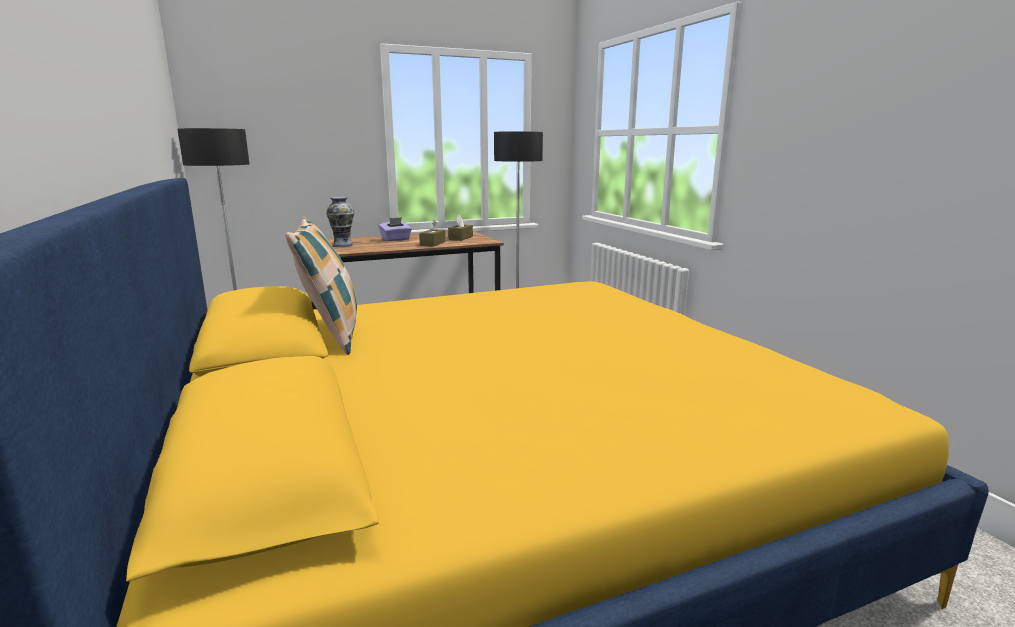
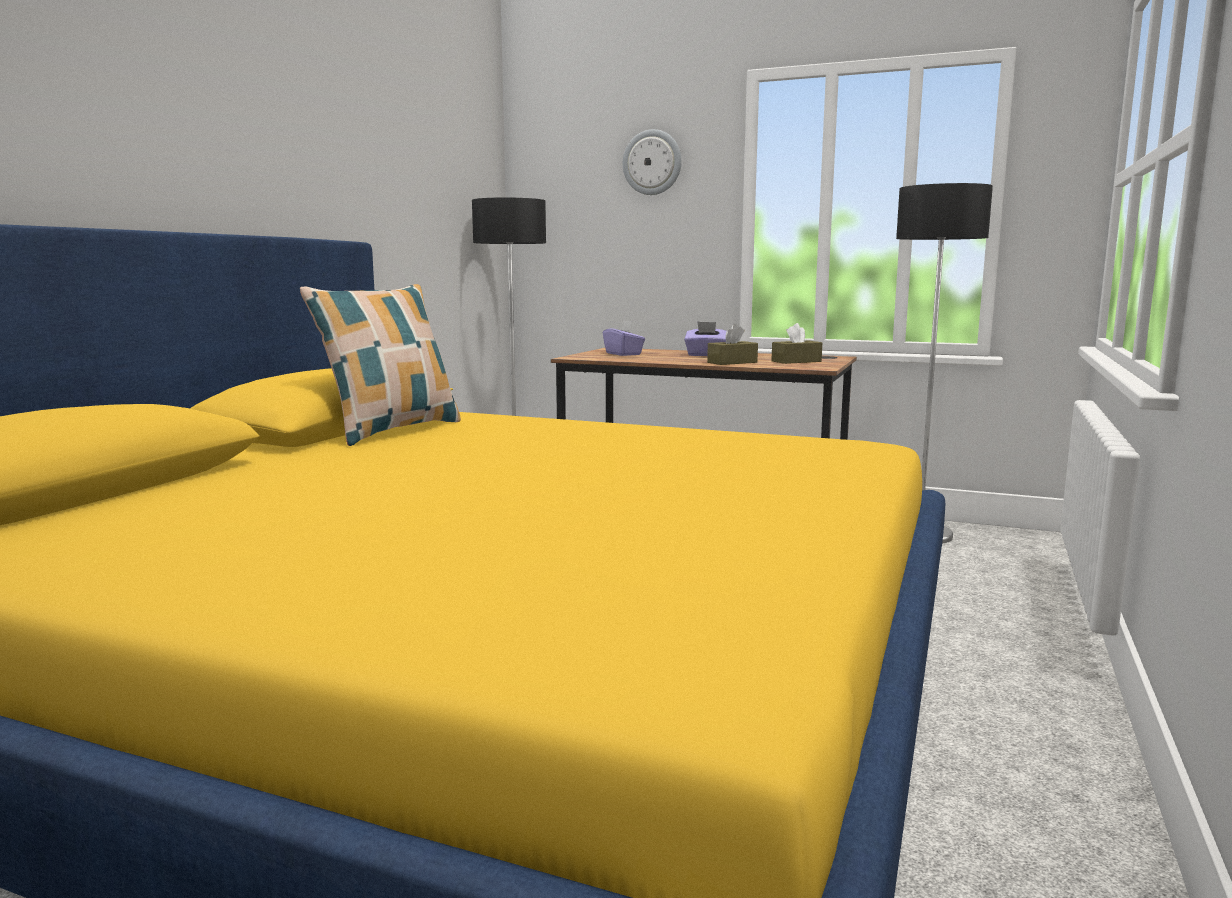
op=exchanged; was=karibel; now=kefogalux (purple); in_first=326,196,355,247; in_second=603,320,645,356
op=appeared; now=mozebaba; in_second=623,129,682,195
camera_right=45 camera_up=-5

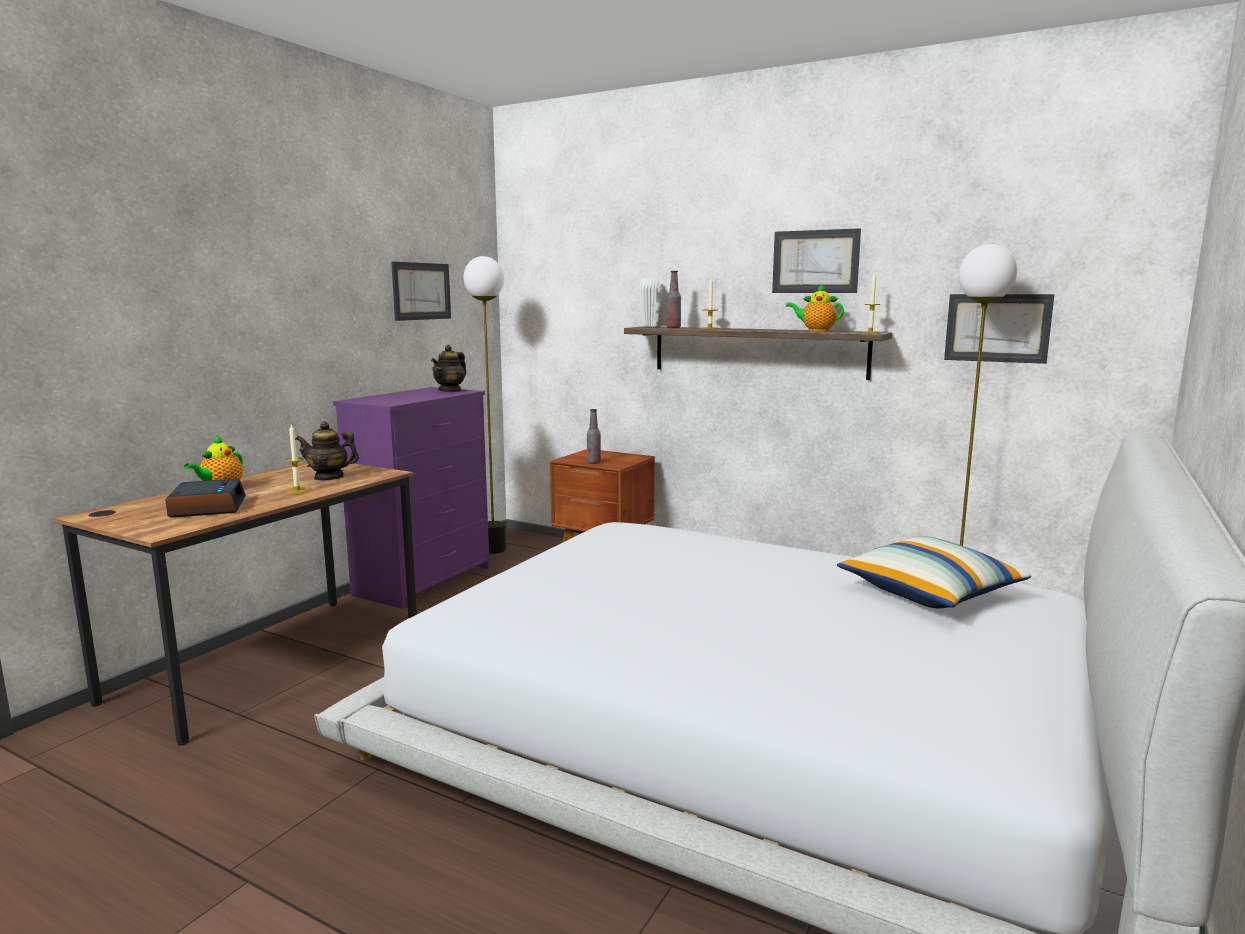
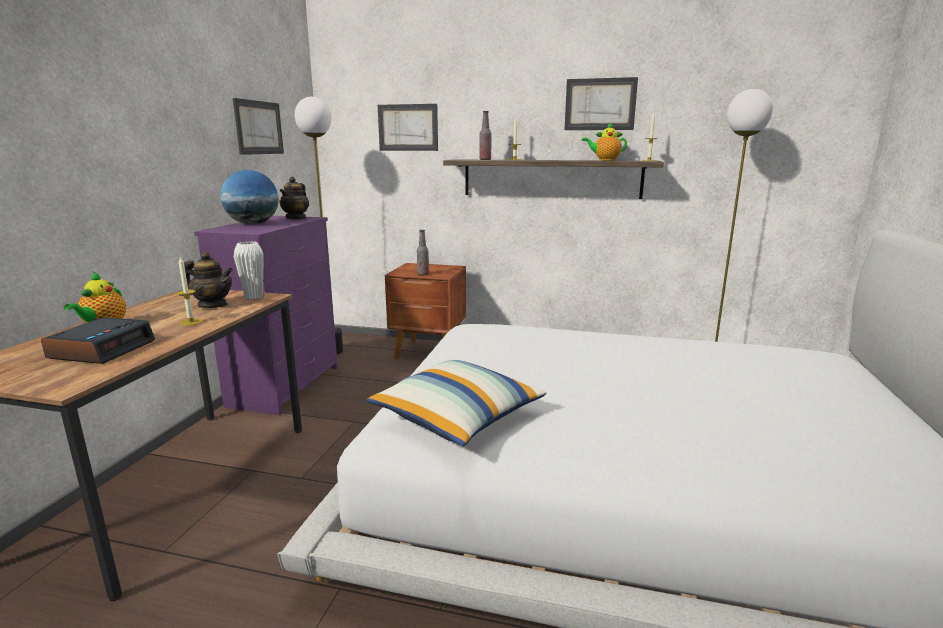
op=relocated; was=karibel (white); in_first=638,278,662,327; in_second=234,241,264,299
op=relocated; was=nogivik; in_first=944,294,1054,364; in_second=378,104,438,151
op=spun; was=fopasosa; in_first=296,421,359,481; in_second=184,252,233,308; clockwise=-150
op=spun; was=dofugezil; in_first=165,479,246,518; in_second=41,317,155,364; clockwise=45
op=relocated; was=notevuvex; in_first=837,536,1031,608; in_second=366,360,546,446
op=appeared; now=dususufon; in_second=220,170,279,225
camera_right=-15 camera_up=5

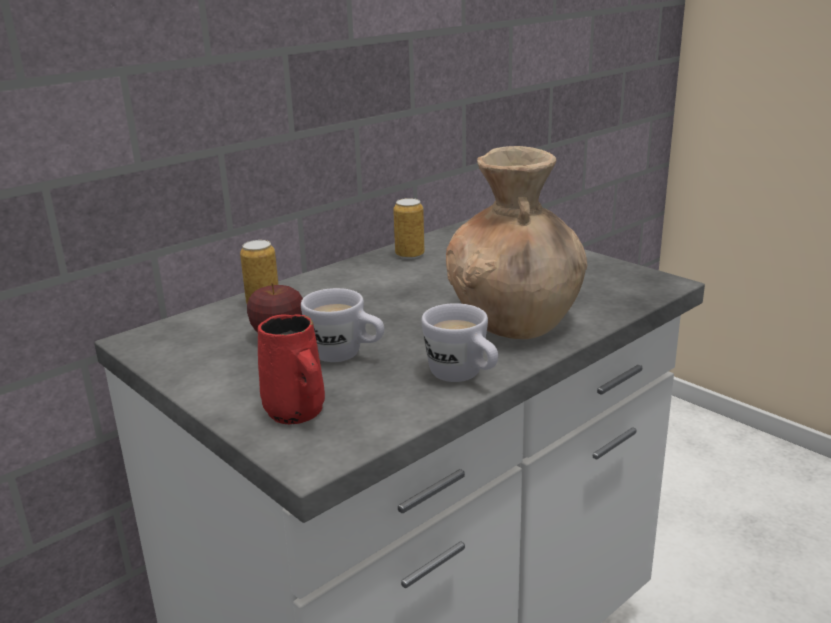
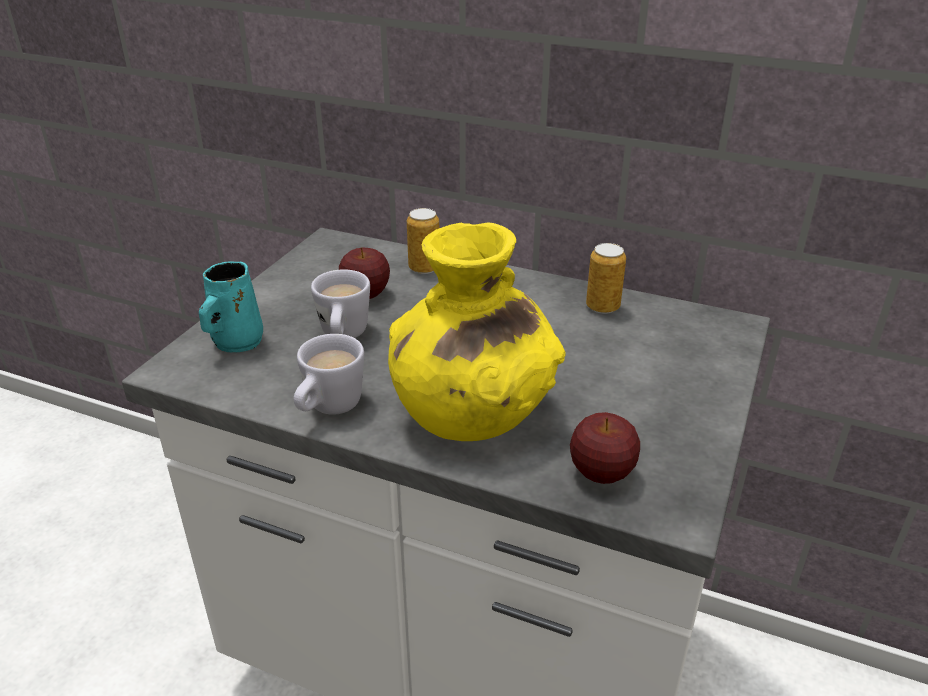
op=colour; was=karibel (brown); now=karibel (yellow); in_first=446,146,587,339; in_second=388,223,565,441
op=colour; was=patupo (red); now=patupo (turquoise); in_first=258,314,325,424; in_second=199,261,263,353
op=appeared; now=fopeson; in_second=570,412,640,484
camera_right=65 camera_up=10

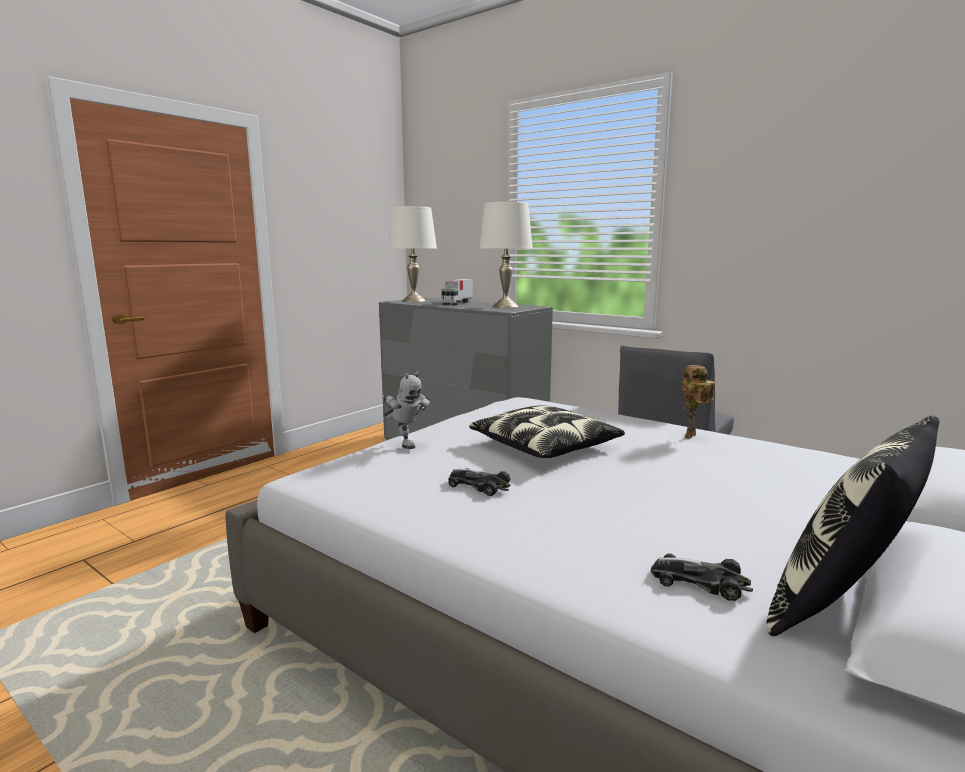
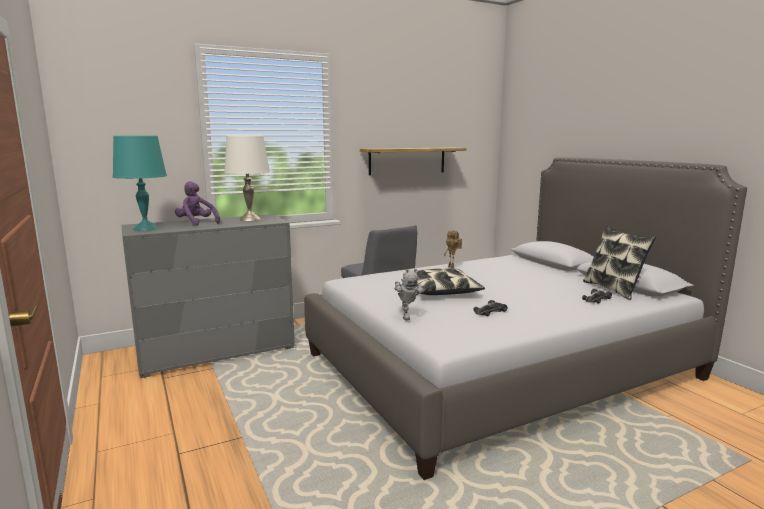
op=colour; was=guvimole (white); now=guvimole (turquoise); in_first=388,206,437,302; in_second=113,136,167,231
op=exchanged; was=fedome; now=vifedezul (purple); in_first=441,279,473,305; in_second=175,181,220,226
op=spun; was=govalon; in_first=382,372,430,449; in_second=394,268,425,321; clockwise=90
op=appeared; now=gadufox; in_second=360,147,467,175
camera_right=-65 camera_up=0

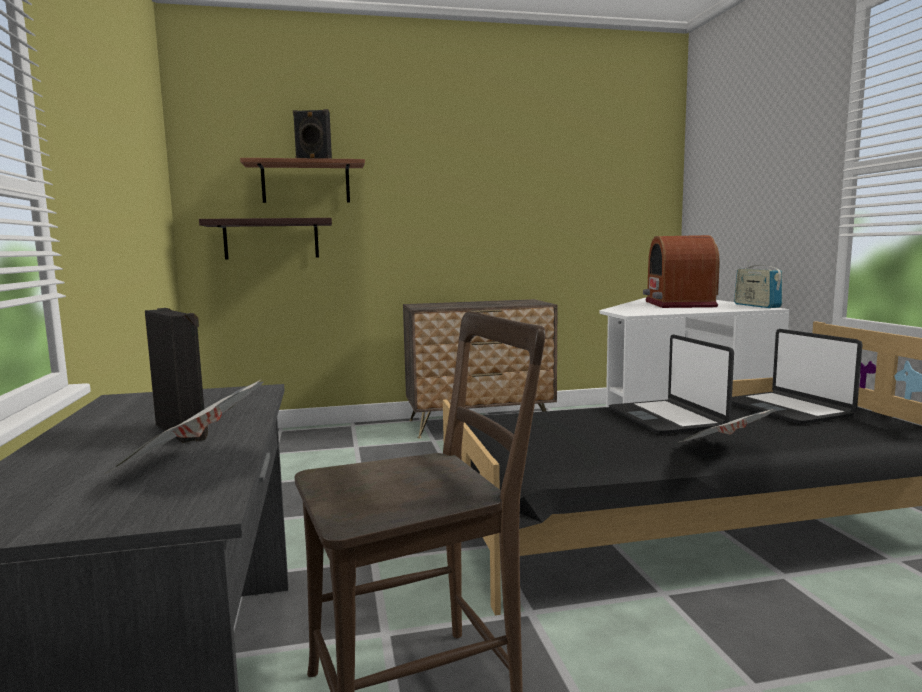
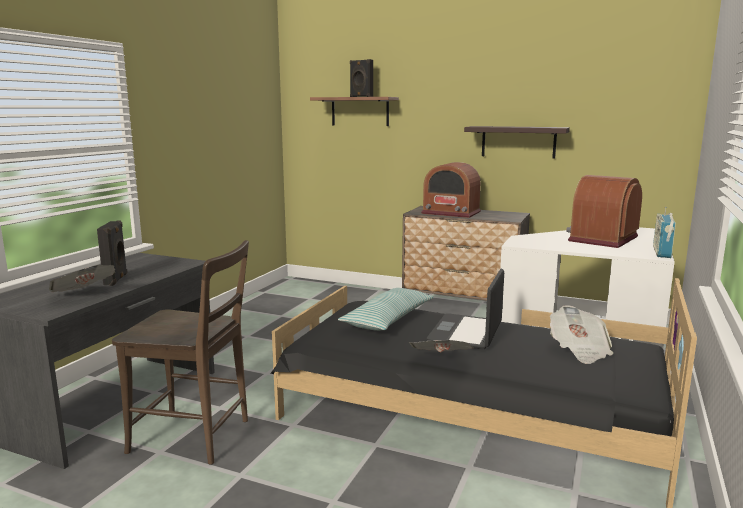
op=relocated; was=gadufox; in_first=199,218,332,259; in_second=464,126,570,159
op=exchanged; was=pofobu; now=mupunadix; in_first=732,329,863,424; in_second=550,305,613,364
op=appeared; now=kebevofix; in_second=421,162,481,218
op=appeared; now=notevuvex; in_second=338,288,434,331
camera_right=35 camera_up=5

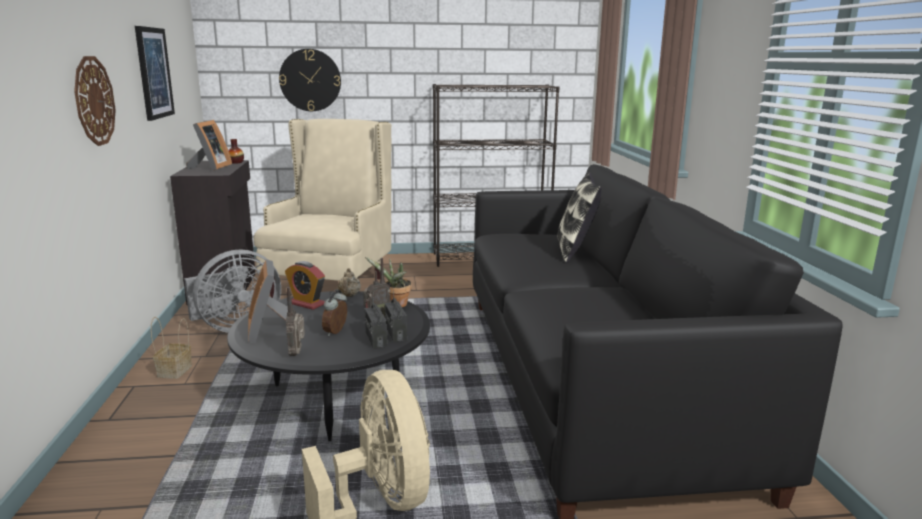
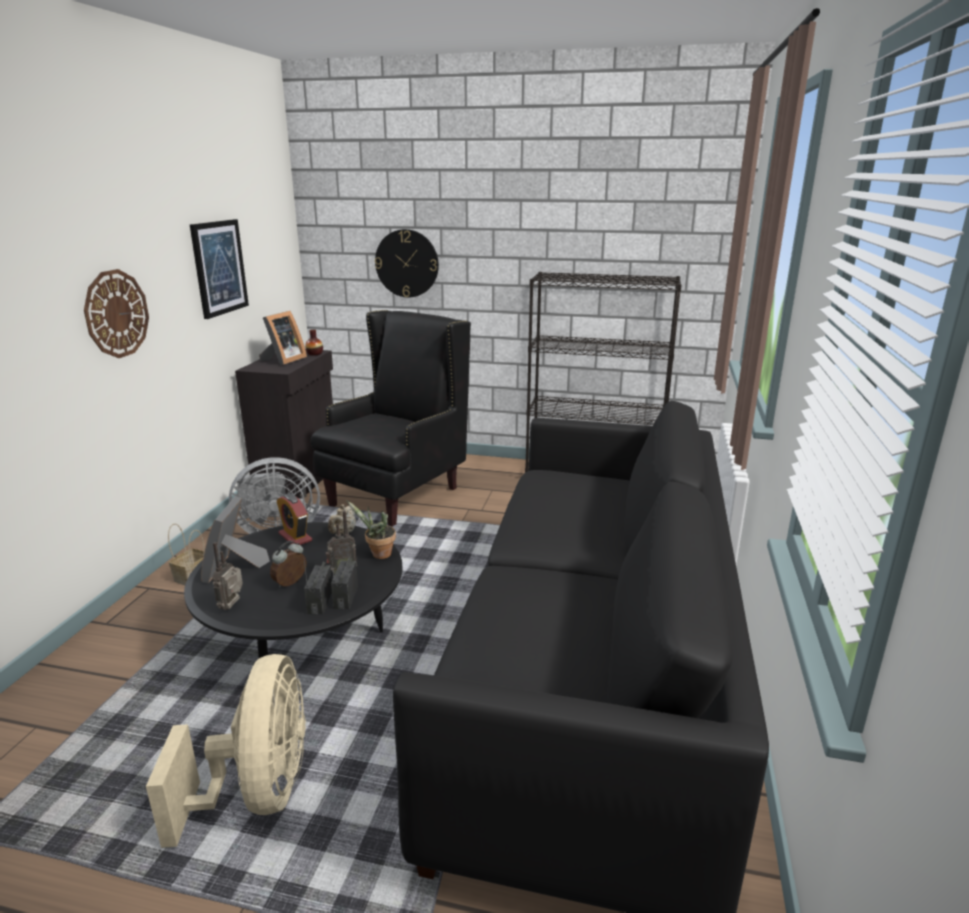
op=colour; was=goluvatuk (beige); now=goluvatuk (black); in_first=254,119,391,298; in_second=311,310,471,527
op=missing; was=notevuvex; in_first=558,172,602,263
camera_right=20 camera_up=5

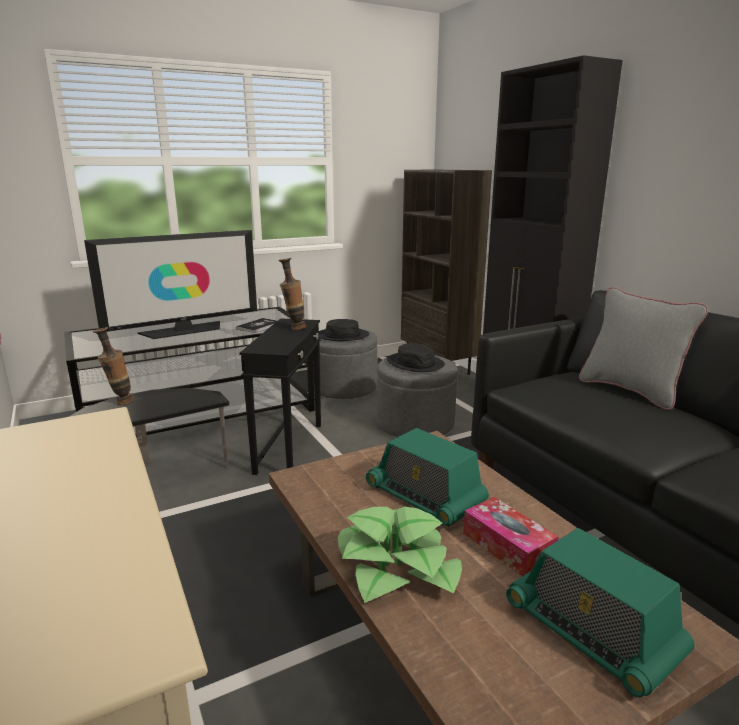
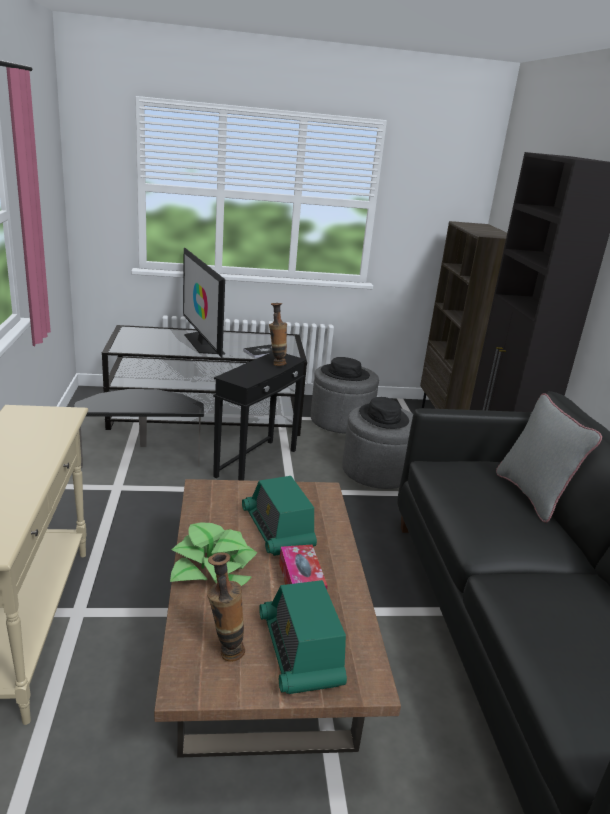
op=spun; was=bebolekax; in_first=84,230,257,339; in_second=183,248,225,357; clockwise=75
op=relocated; was=karibel; in_first=93,327,134,405; in_second=207,552,245,662
camera_right=20 camera_up=5

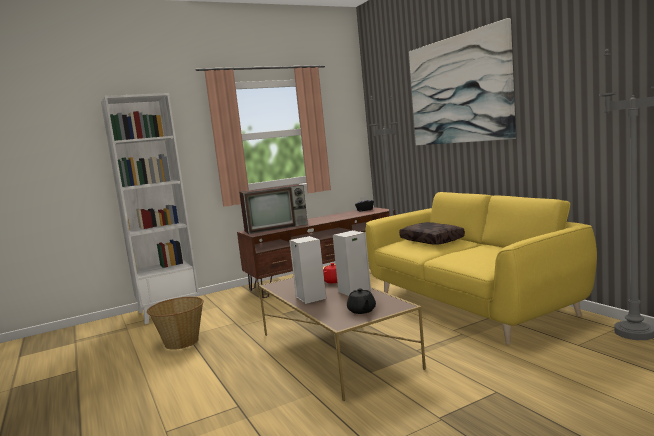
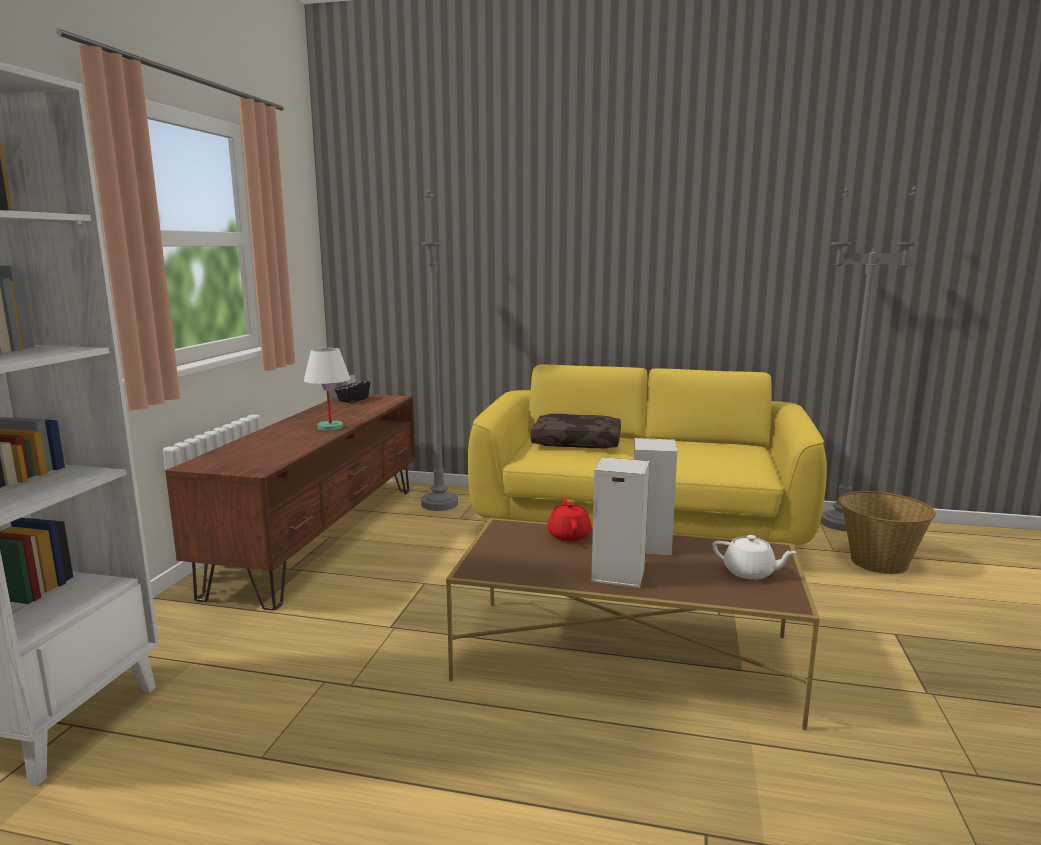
op=missing; was=nogivik; in_first=409,18,516,145
op=missing; was=bebolekax; in_first=239,184,308,234
op=colour; was=fopasosa (black); now=fopasosa (white); in_first=347,288,376,314; in_second=713,535,797,580
op=relocated; was=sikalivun; in_first=147,297,204,350; in_second=838,491,936,574
op=appeared; now=guvimole (white); in_second=304,348,350,431
camera_right=-50 camera_up=5

